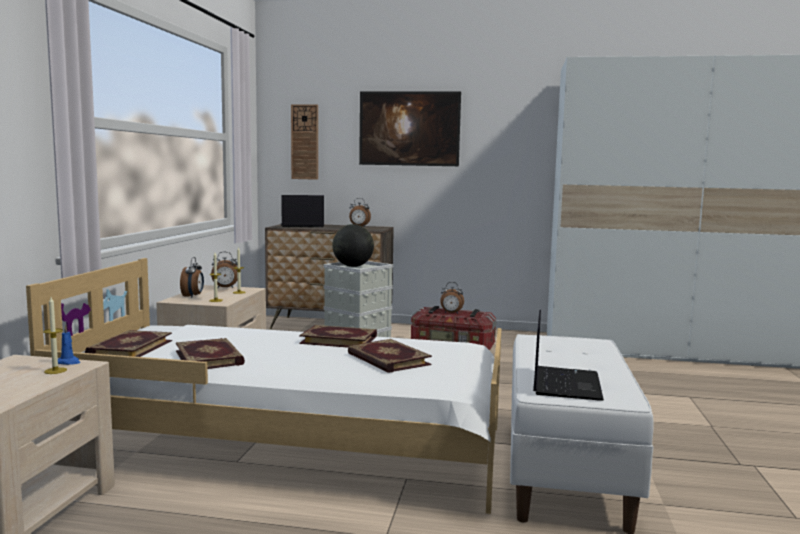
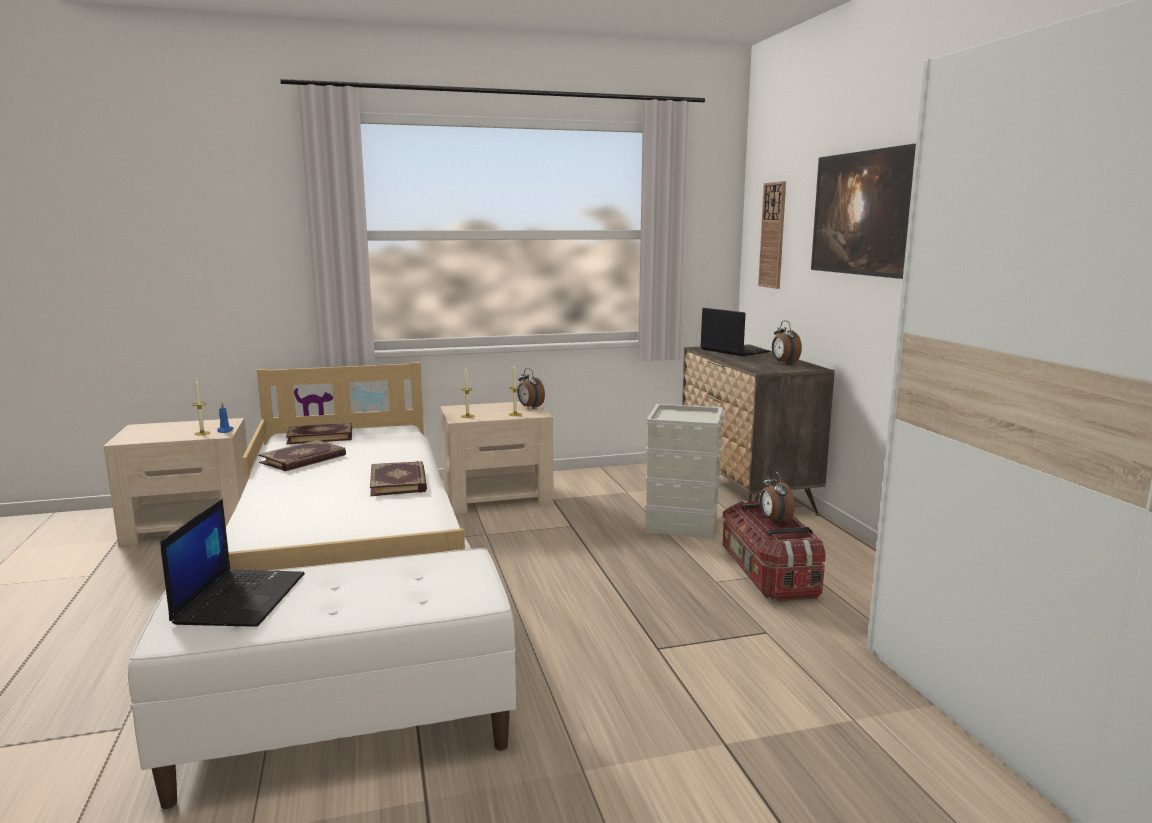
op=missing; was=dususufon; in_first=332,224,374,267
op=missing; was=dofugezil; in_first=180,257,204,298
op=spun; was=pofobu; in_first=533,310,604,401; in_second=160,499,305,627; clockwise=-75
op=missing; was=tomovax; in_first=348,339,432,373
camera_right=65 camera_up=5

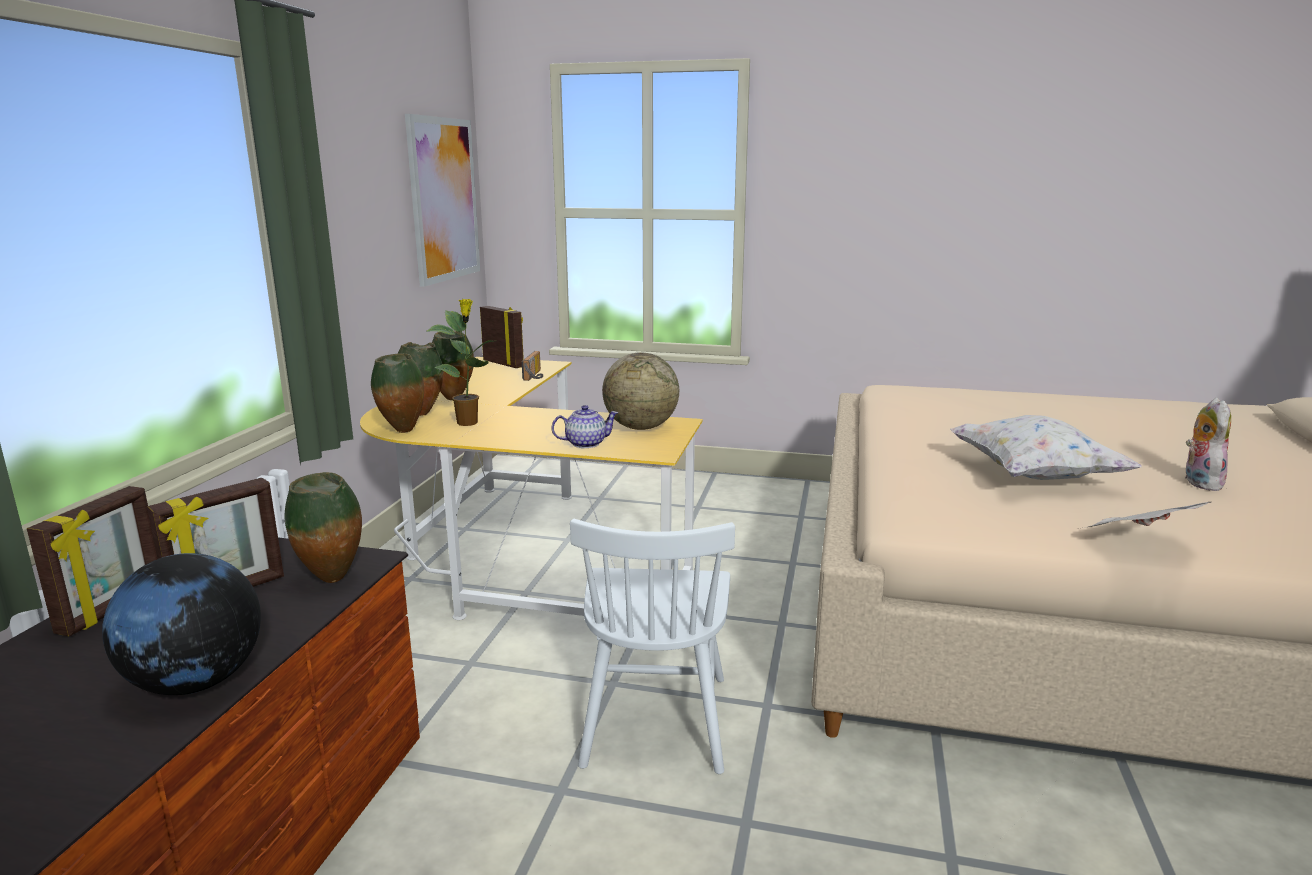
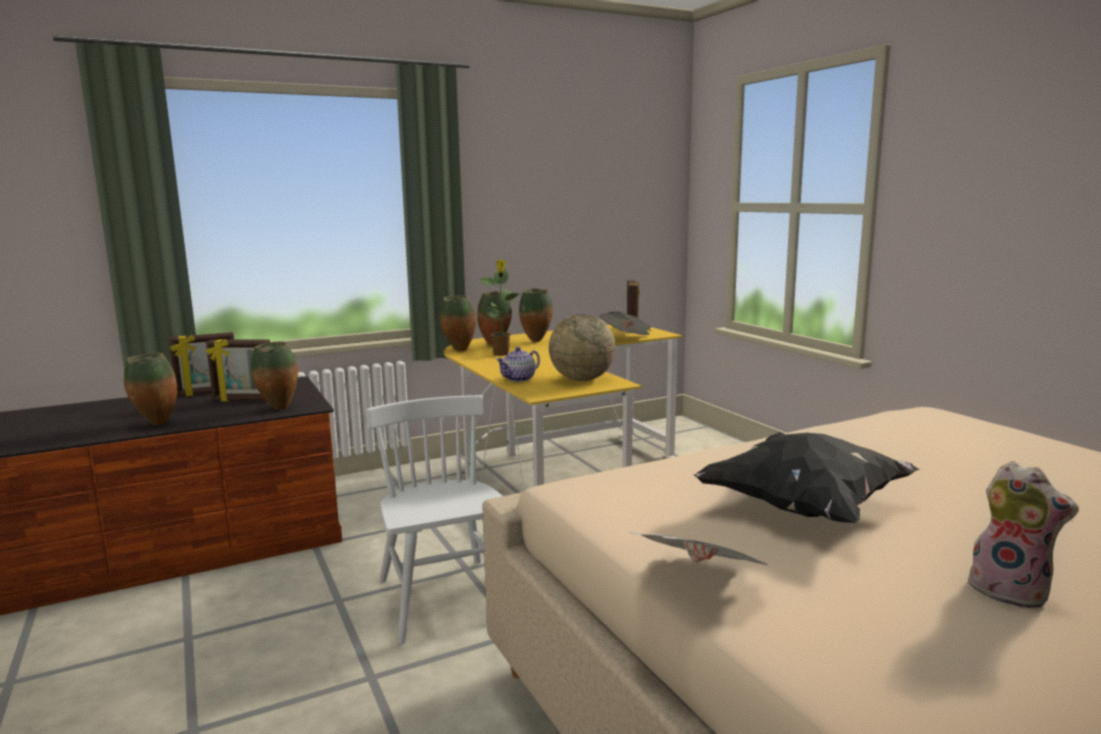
op=missing; was=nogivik; in_first=405,114,480,287
op=exchanged; was=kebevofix; now=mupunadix; in_first=522,351,543,381; in_second=599,312,652,335
op=spun; was=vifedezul; in_first=1185,397,1231,491; in_second=965,461,1079,609; clockwise=75
op=spun; was=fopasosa; in_first=551,405,618,448; in_second=496,347,540,382; clockwise=105
op=colour; was=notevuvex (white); now=notevuvex (black); in_first=950,415,1142,480; in_second=694,432,920,523
op=spun; was=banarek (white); in_first=570,519,735,774; in_second=366,395,502,644; clockwise=105
op=exchanged; was=dususufon; now=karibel; in_first=102,553,261,695; in_second=124,353,177,425
camera_right=50 camera_up=-5

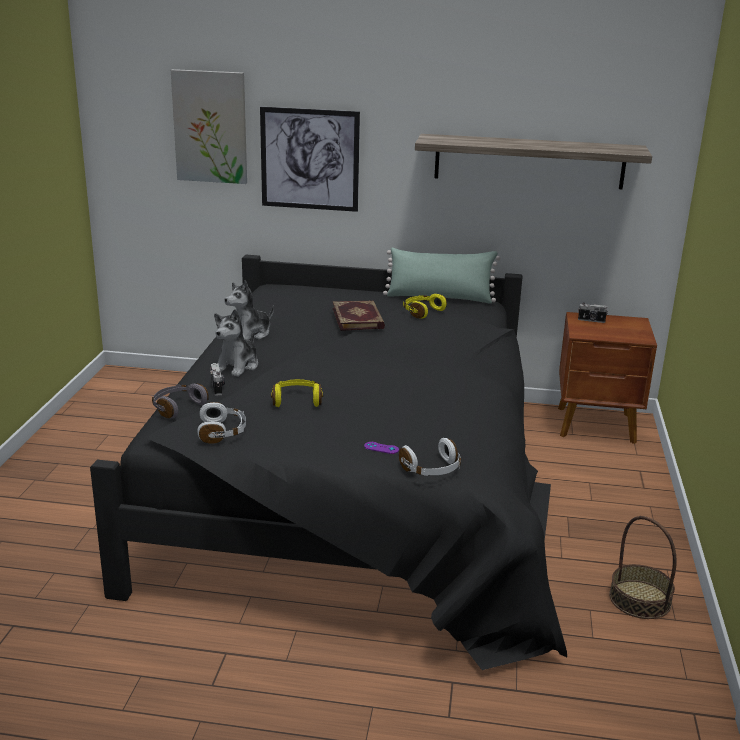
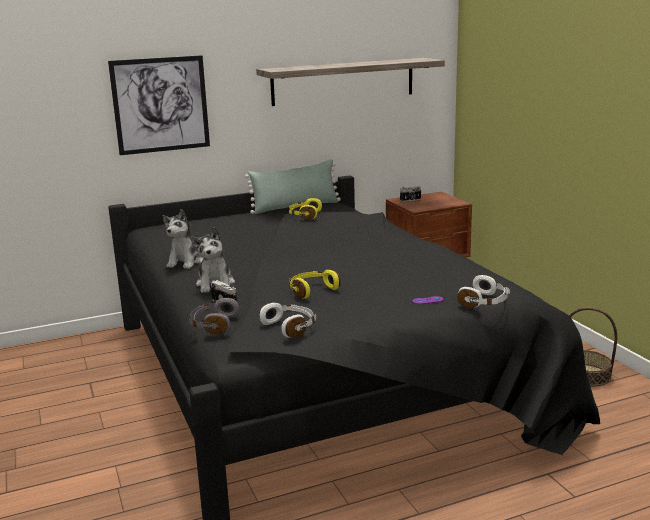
op=missing; was=nogivik; in_first=171,69,247,184
op=missing; was=tomovax; in_first=333,300,385,331
camera_right=-30 camera_up=-5

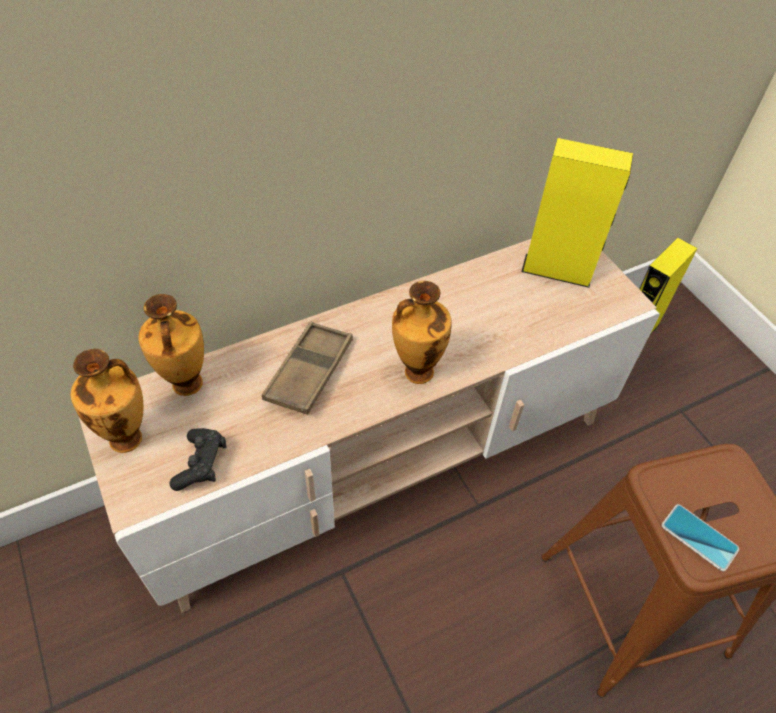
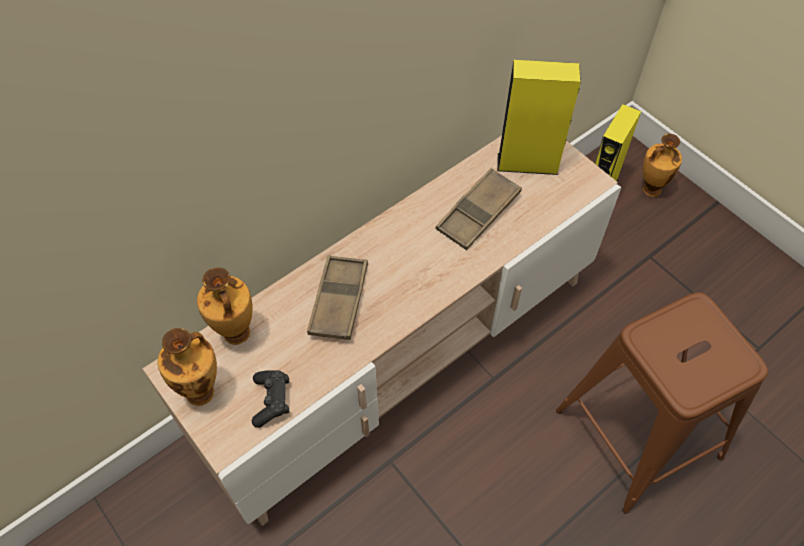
op=relocated; was=karibel; in_first=392,281,452,384; in_second=643,134,682,197
op=missing; was=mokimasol; in_first=662,504,739,571
op=appeared; now=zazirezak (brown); in_second=436,168,522,250
camera_right=-10 camera_up=5

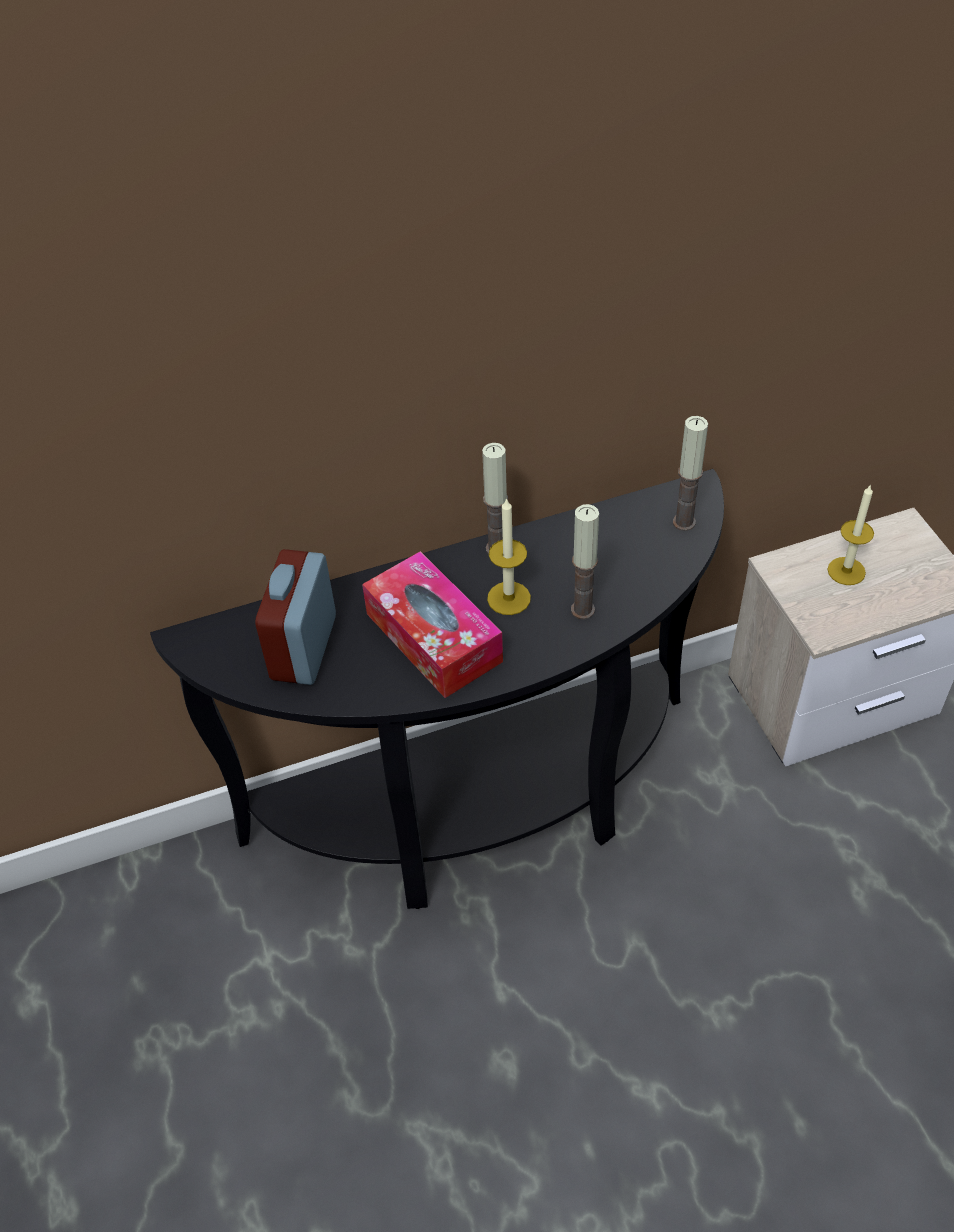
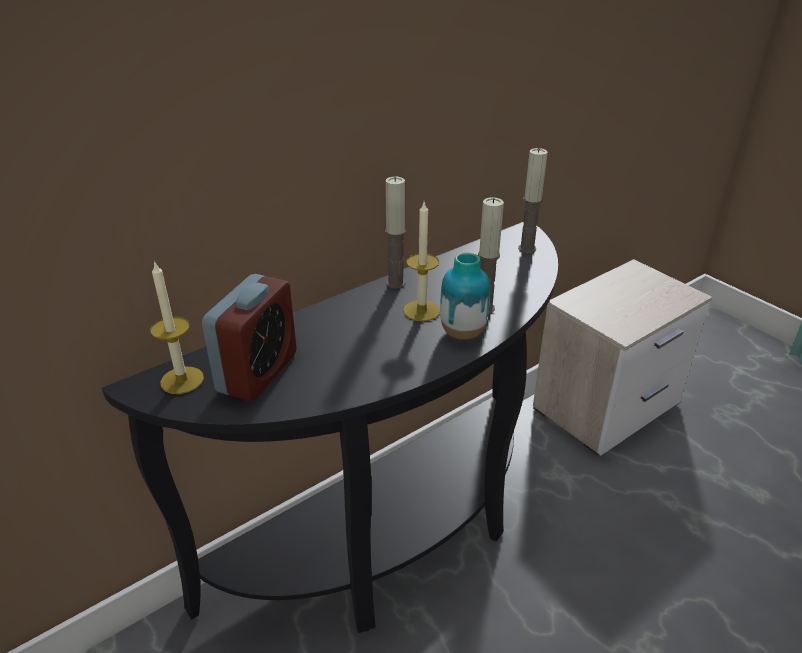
op=relocated; was=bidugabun; in_first=827,484,874,585; in_second=150,261,204,394
op=spun; was=dofugezil; in_first=255,549,336,685; in_second=202,274,297,401; clockwise=-150
op=missing; was=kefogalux; in_first=362,551,503,698
op=appeared; now=karibel; in_second=440,252,490,340
camera_right=-20 camera_up=-15

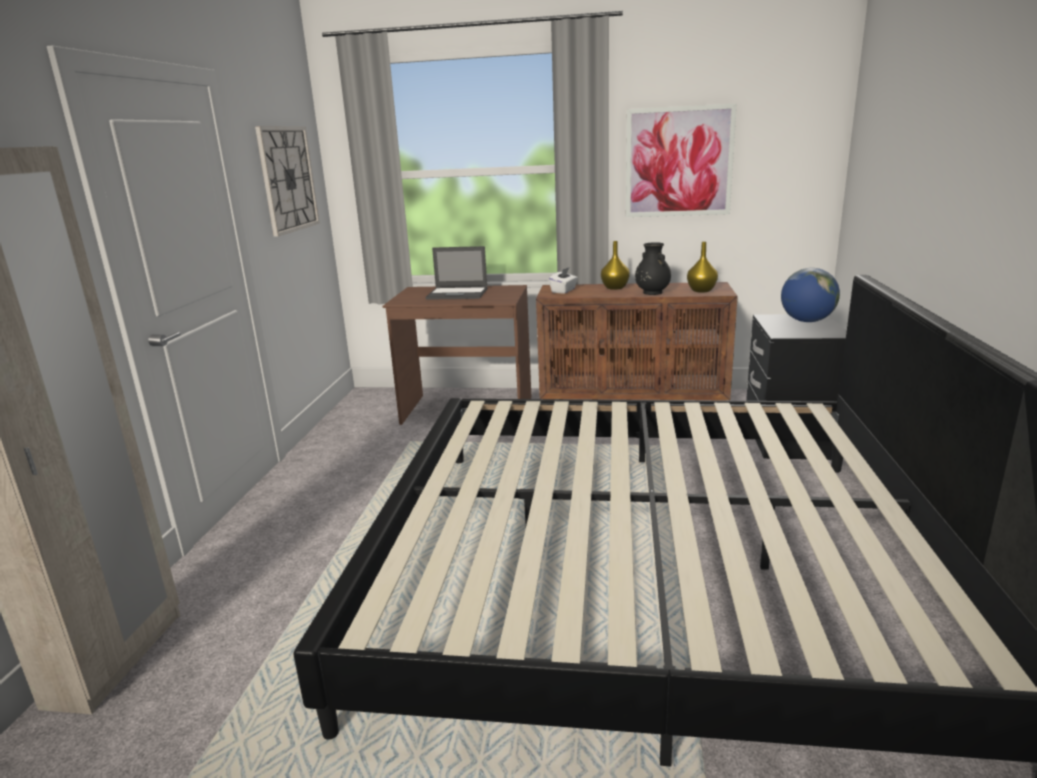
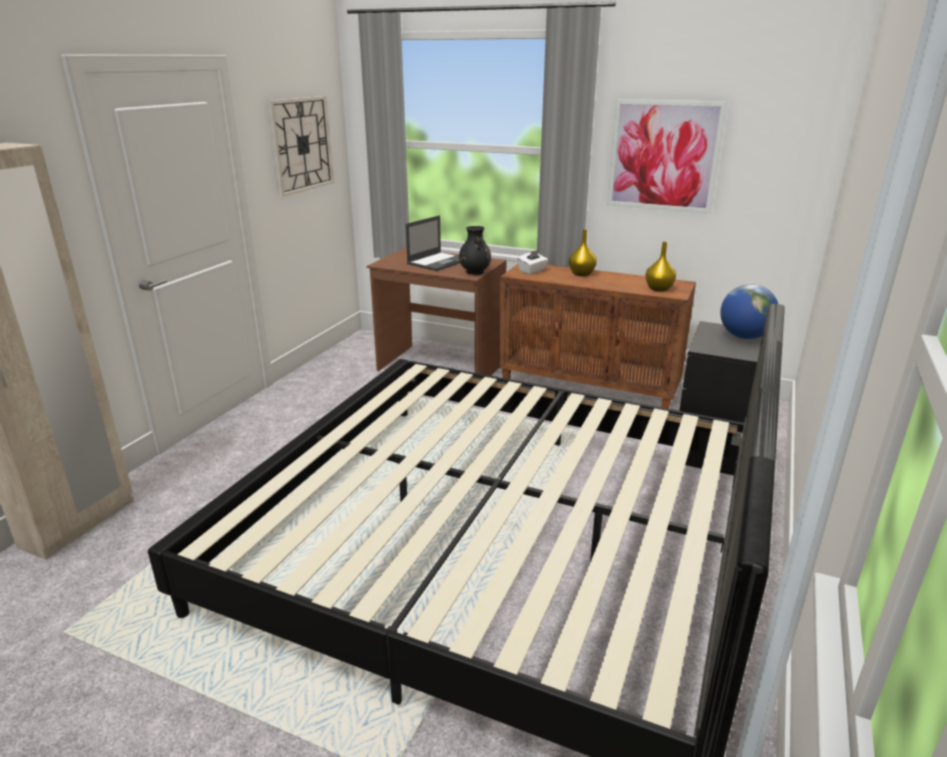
op=relocated; was=karibel (black); in_first=635,242,671,295; in_second=459,226,491,275
op=spun; was=pofobu; in_first=426,246,488,300; in_second=406,215,460,271; clockwise=-75
camera_right=15 camera_up=5

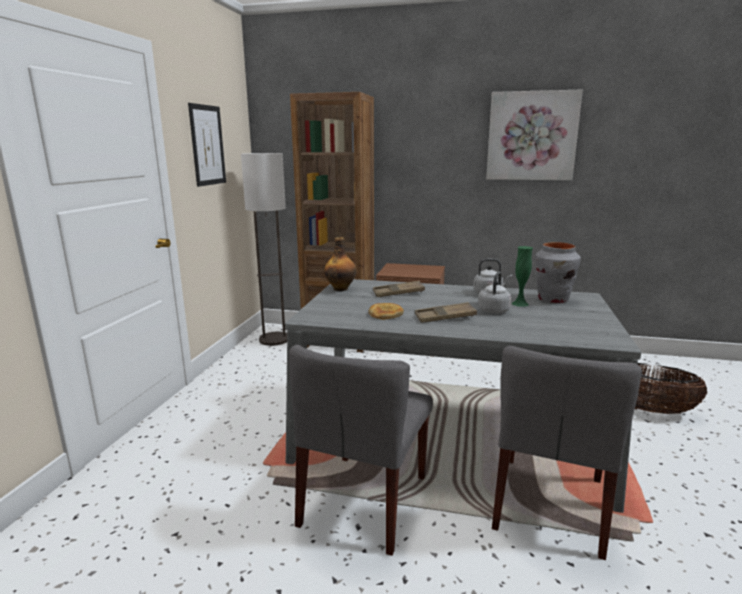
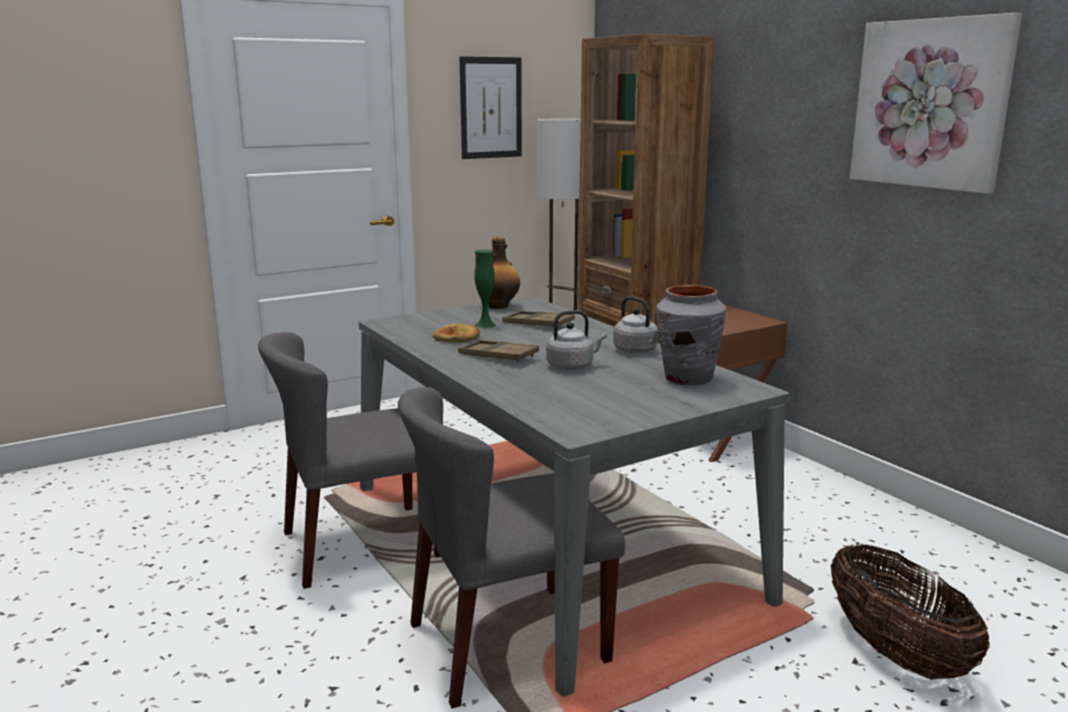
op=relocated; was=karibel (green); in_first=512,246,533,307; in_second=474,249,496,328
camera_right=45 camera_up=0

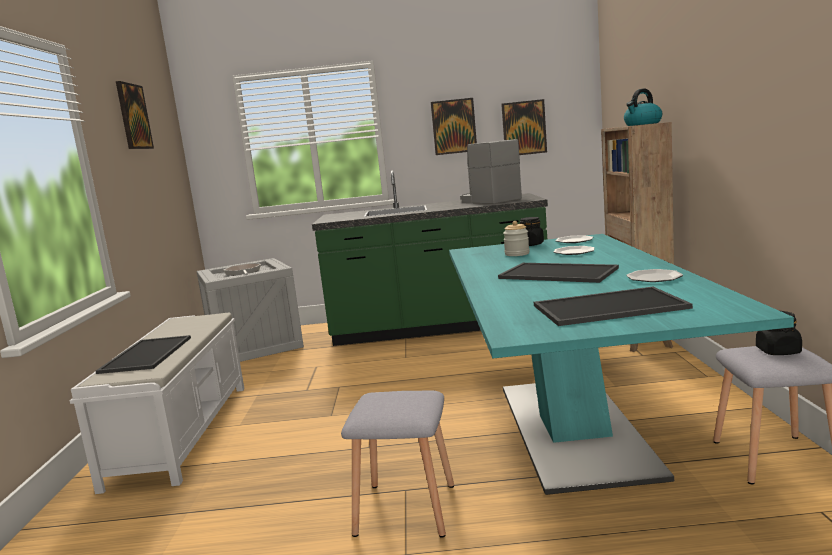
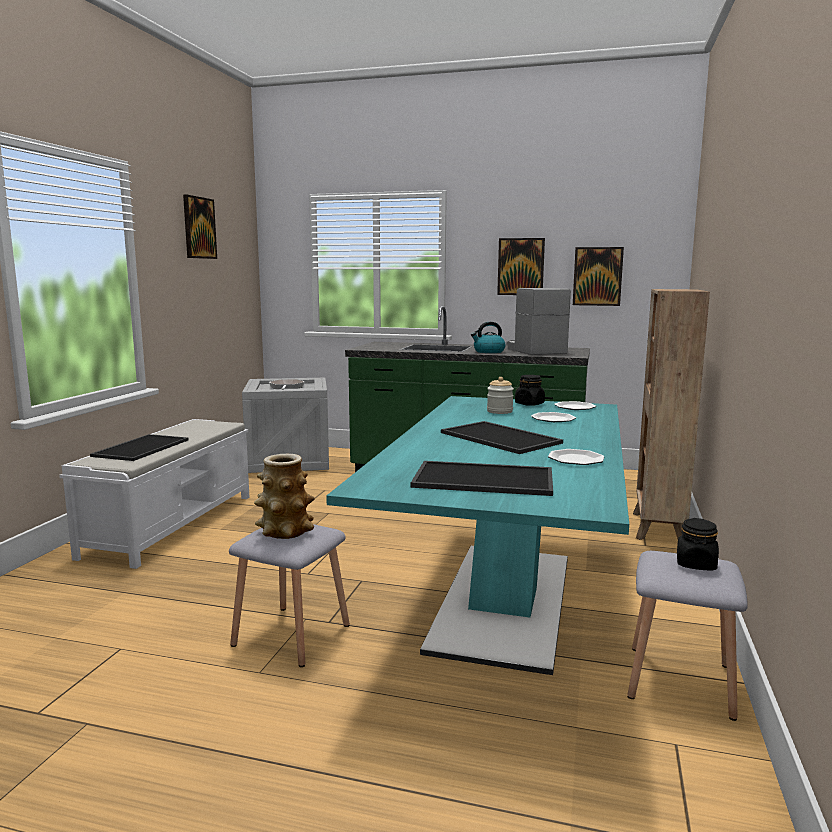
op=relocated; was=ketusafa; in_first=624,88,662,126; in_second=471,322,505,353
op=appeared; now=karibel; in_second=254,454,315,539
camera_right=15 camera_up=0

